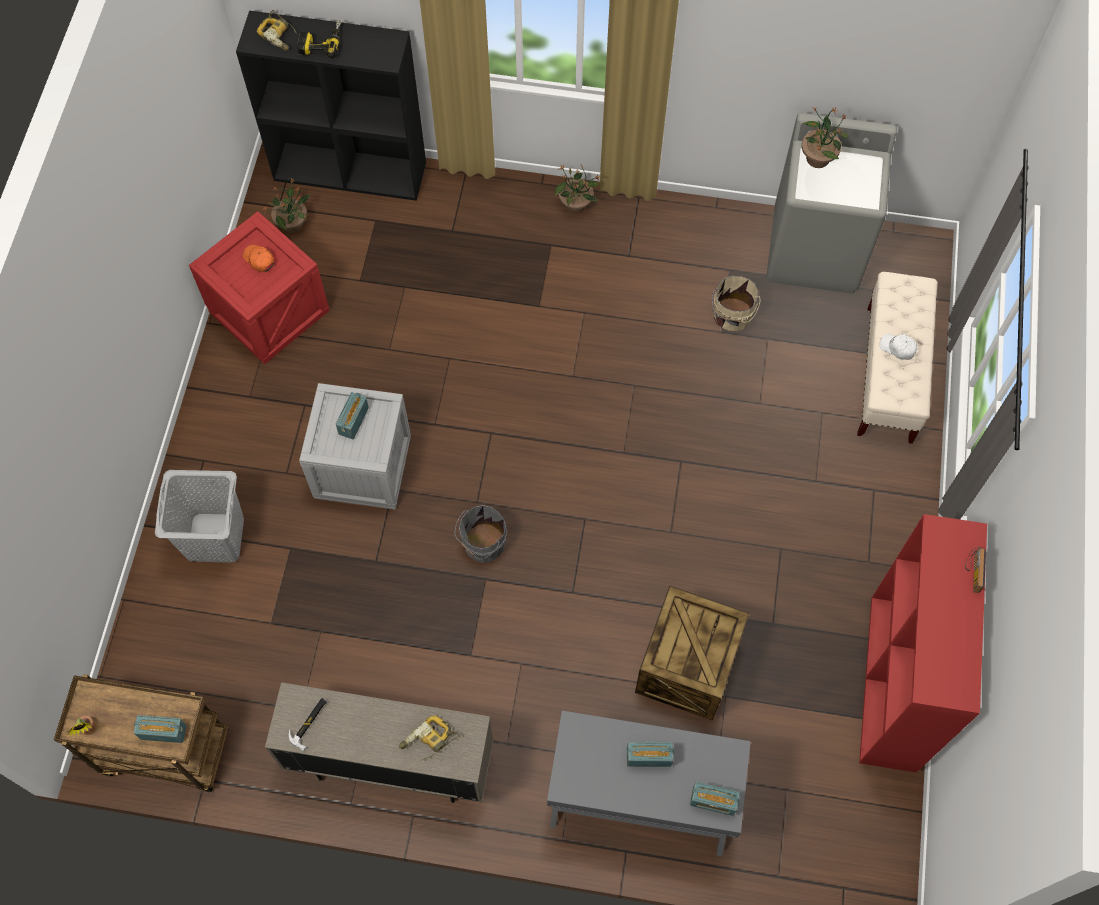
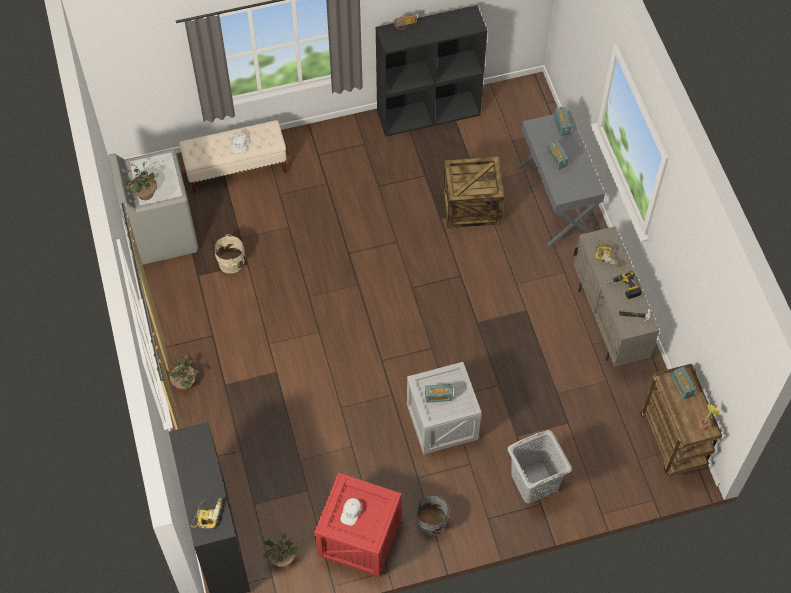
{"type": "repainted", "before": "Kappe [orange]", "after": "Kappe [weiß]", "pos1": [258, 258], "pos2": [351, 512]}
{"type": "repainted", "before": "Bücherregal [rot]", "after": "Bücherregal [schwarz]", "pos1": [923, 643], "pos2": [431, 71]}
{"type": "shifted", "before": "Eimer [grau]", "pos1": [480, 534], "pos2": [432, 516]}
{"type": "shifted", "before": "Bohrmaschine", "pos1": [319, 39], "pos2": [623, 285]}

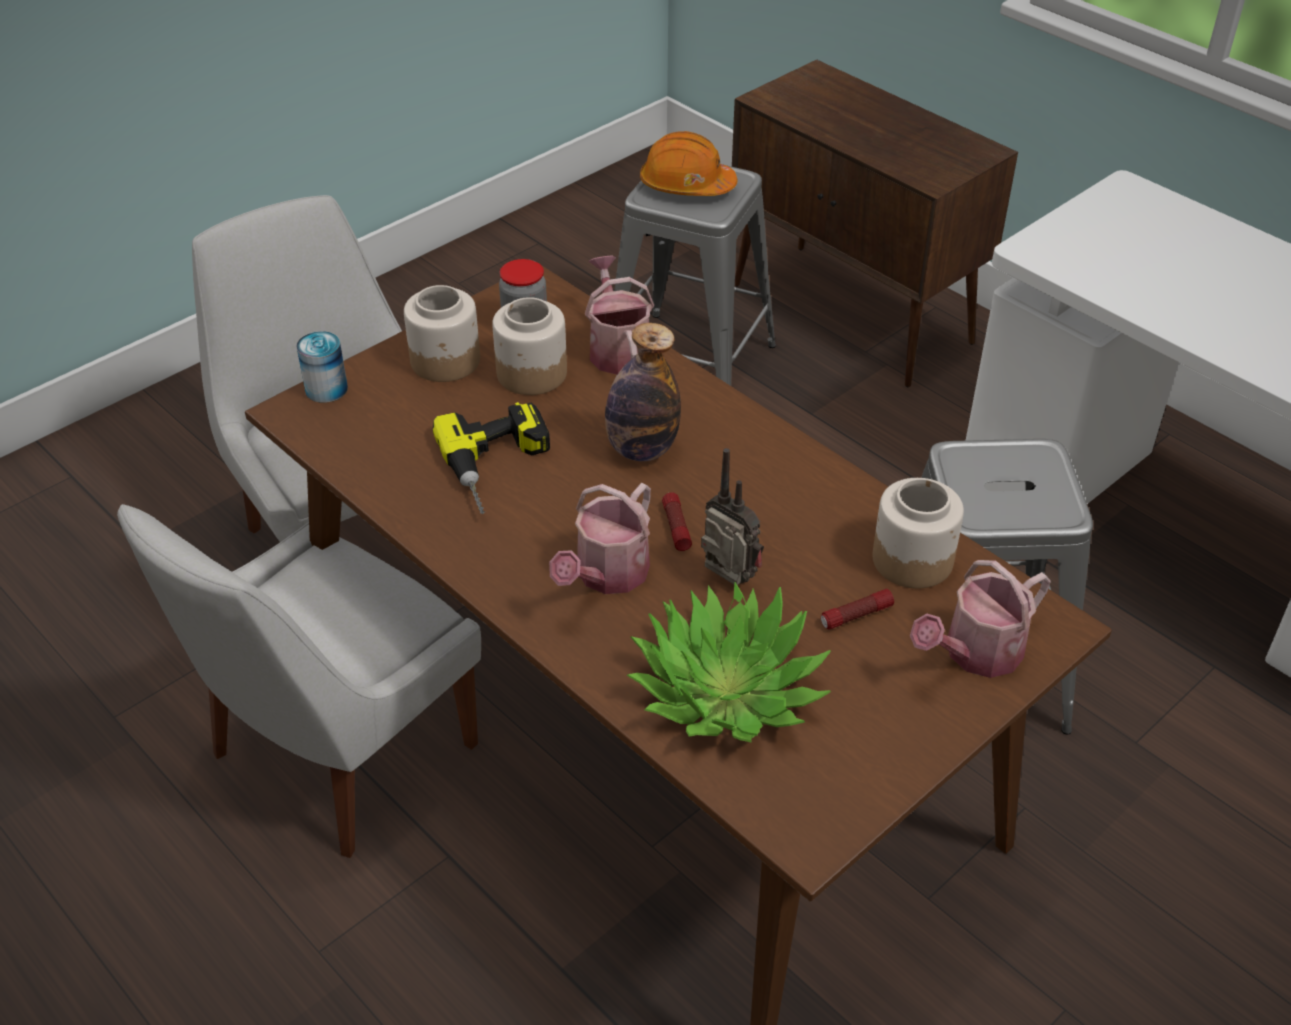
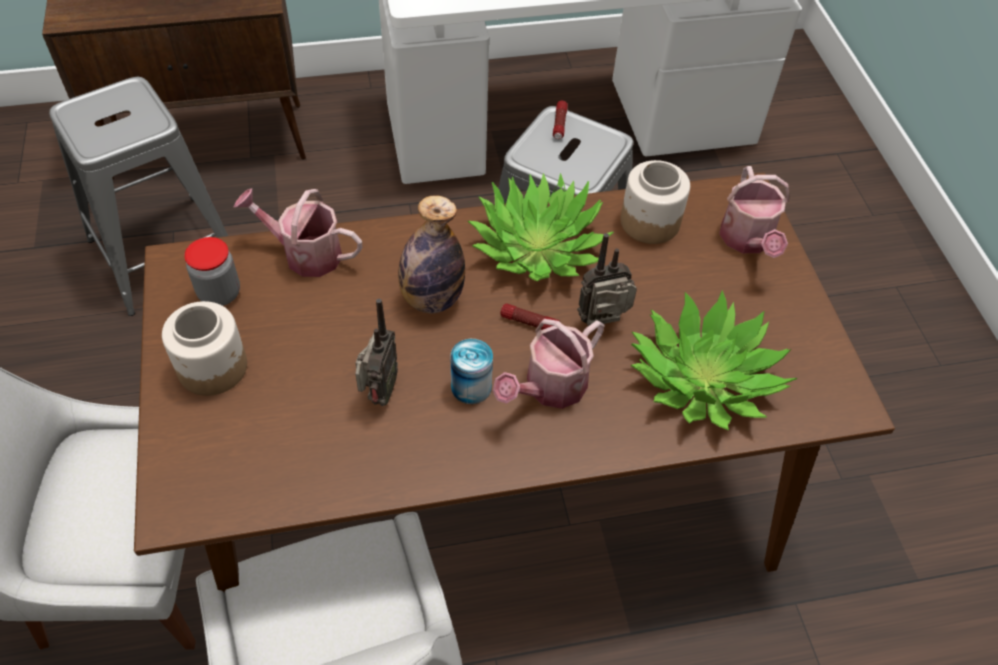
{"type": "swapped", "before": "Bohrmaschine", "after": "Radio", "pos1": [491, 458], "pos2": [376, 352]}
{"type": "shifted", "before": "Dose", "pos1": [322, 367], "pos2": [472, 371]}
{"type": "new", "after": "Topfpflanze", "pos2": [541, 227]}
{"type": "rotated", "before": "Gießkanne", "pos1": [600, 538], "pos2": [549, 364], "turn": 75}
{"type": "shifted", "before": "Taschenlampe", "pos1": [857, 609], "pos2": [560, 120]}
{"type": "gone", "before": "Vorratsglas", "pos1": [529, 346]}
{"type": "gone", "before": "Schutzhelm [orange]", "pos1": [689, 163]}

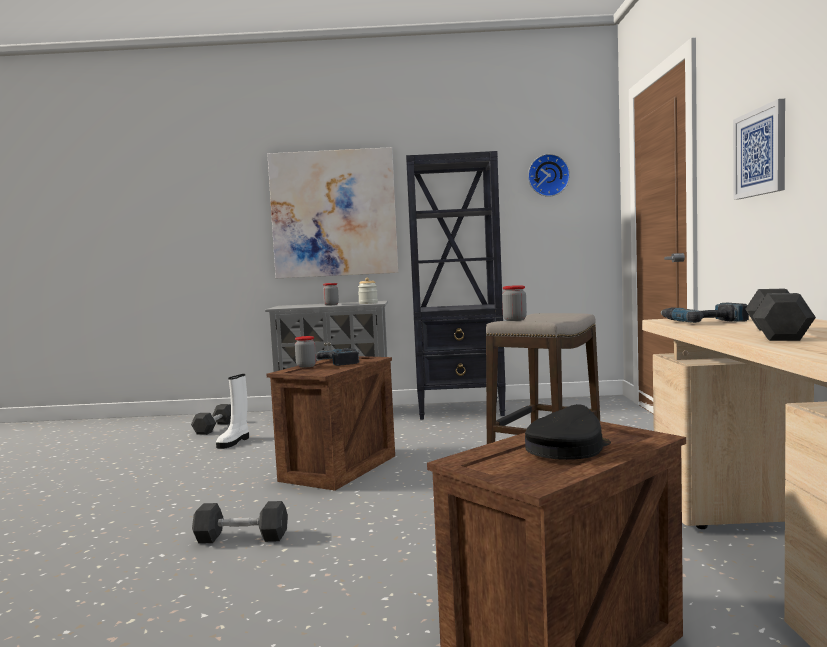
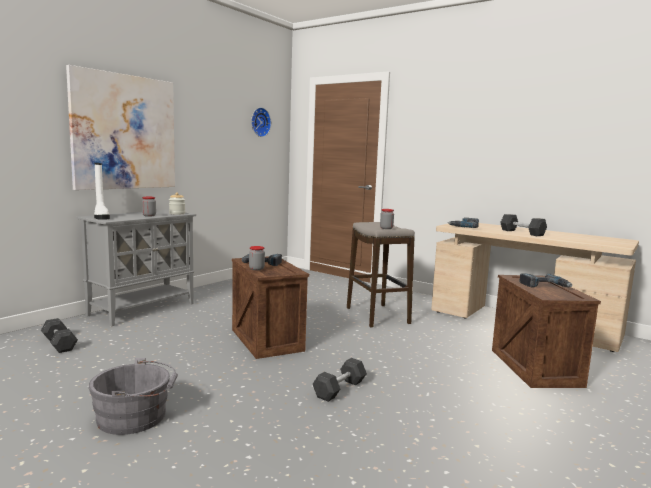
{"type": "new", "after": "Eimer [grau]", "pos2": [133, 396]}
{"type": "shifted", "before": "Stiefel [weiß]", "pos1": [232, 411], "pos2": [102, 191]}
{"type": "swapped", "before": "Kappe [schwarz]", "after": "Bohrmaschine", "pos1": [568, 432], "pos2": [545, 280]}
{"type": "gone", "before": "Bücherregal [schwarz]", "pos1": [456, 285]}
{"type": "gone", "before": "Bild", "pos1": [759, 149]}

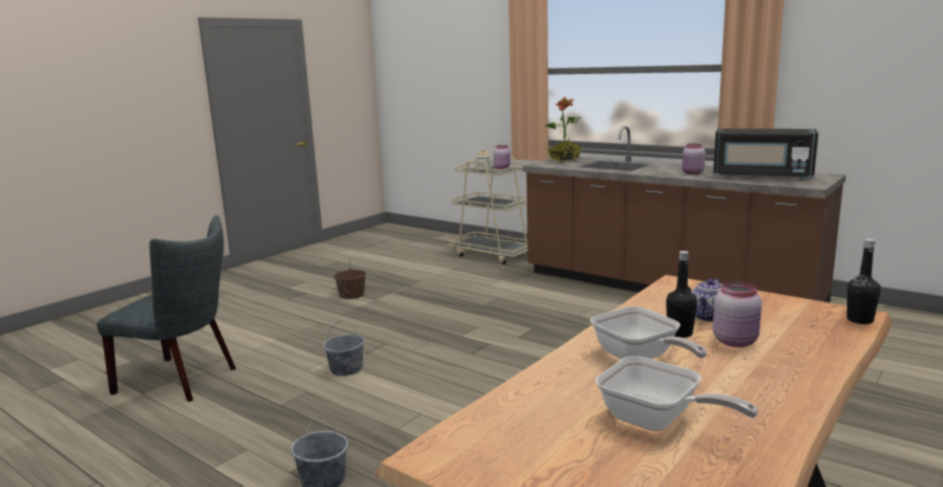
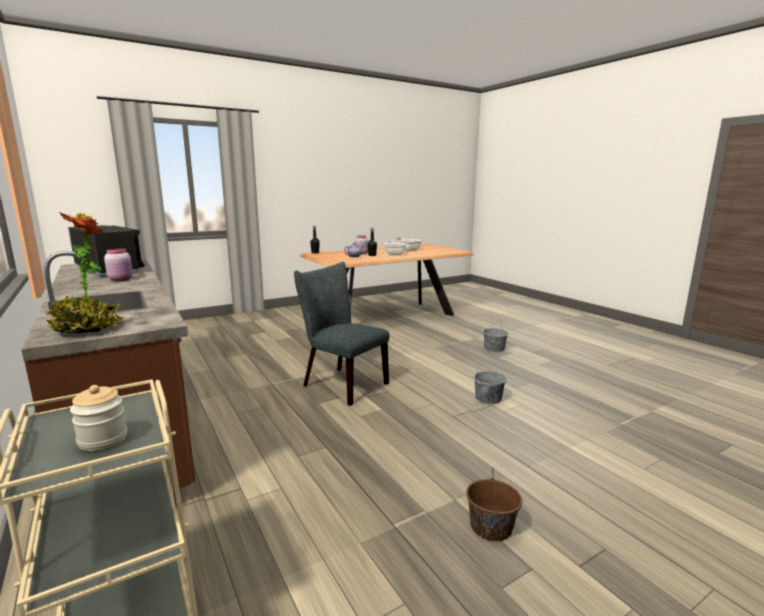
{"type": "shifted", "before": "Stuhl [grau]", "pos1": [166, 308], "pos2": [341, 334]}
{"type": "gone", "before": "Vorratsglas [rosa]", "pos1": [502, 157]}

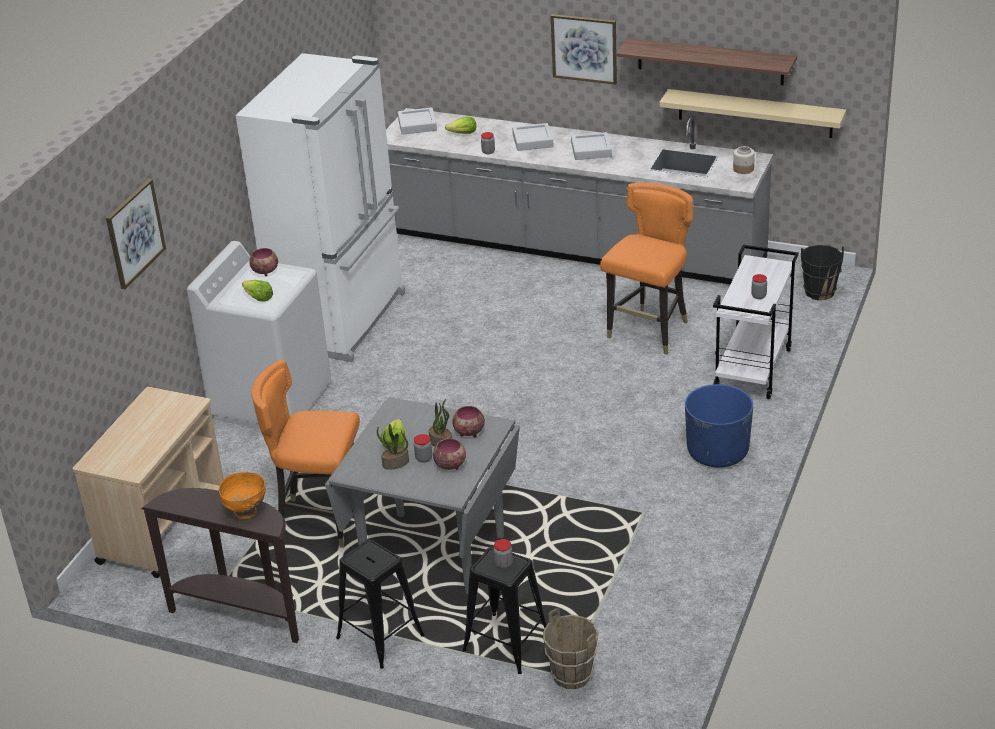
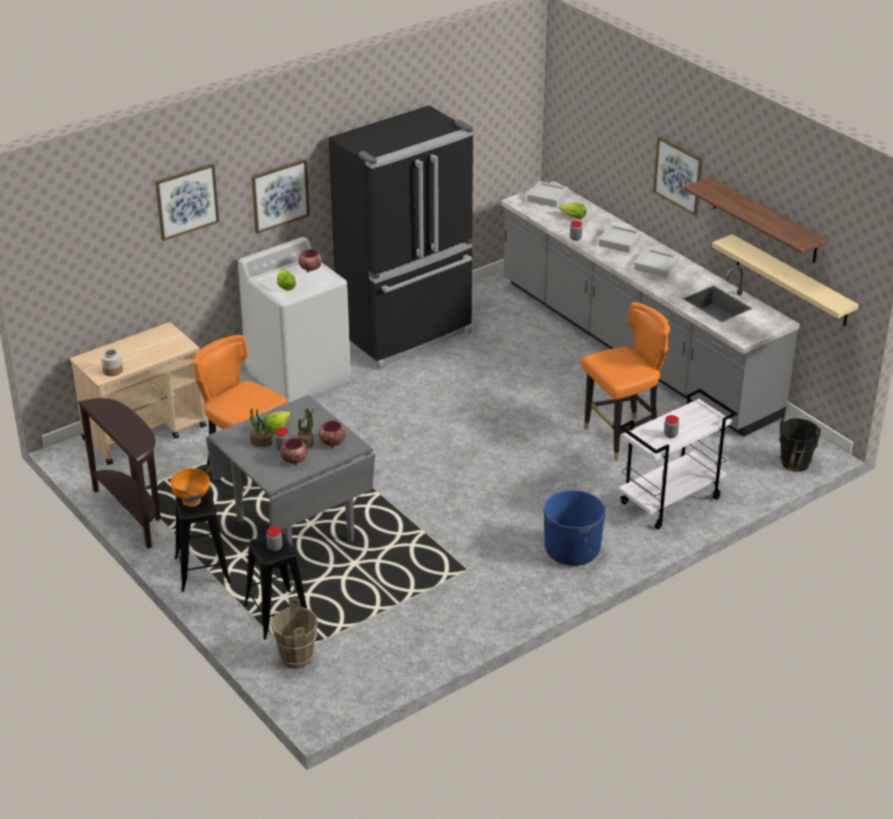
{"type": "shifted", "before": "Vorratsglas", "pos1": [744, 160], "pos2": [112, 362]}
{"type": "shifted", "before": "Schüssel [orange]", "pos1": [242, 495], "pos2": [190, 487]}
{"type": "new", "after": "Bild", "pos2": [280, 196]}
{"type": "repainted", "before": "Kühlschrank [weiß]", "after": "Kühlschrank [schwarz]", "pos1": [320, 207], "pos2": [401, 237]}

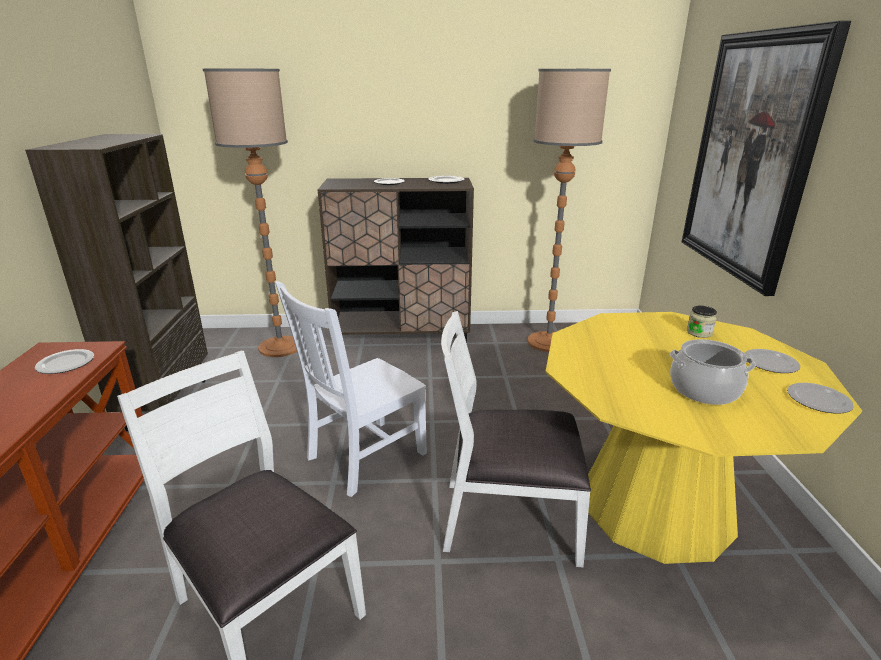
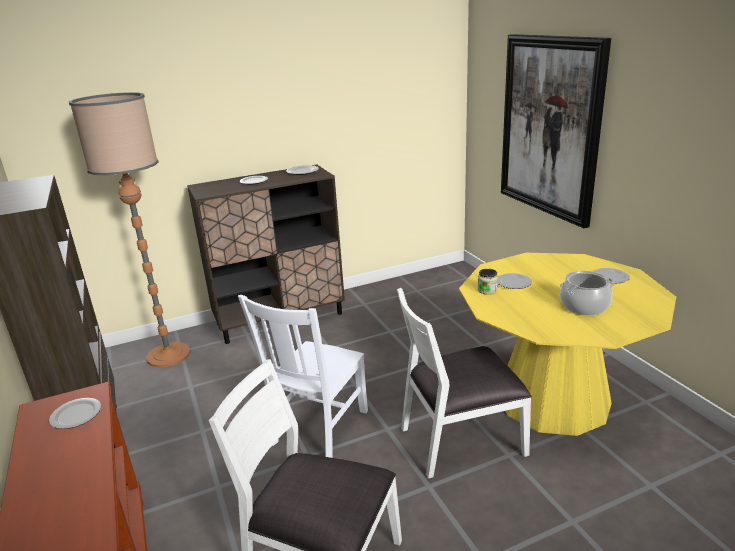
{"type": "shifted", "before": "Vorratsglas", "pos1": [702, 322], "pos2": [488, 282]}
{"type": "shifted", "before": "Teller", "pos1": [820, 398], "pos2": [515, 281]}
{"type": "gone", "before": "Stehlampe", "pos1": [569, 210]}

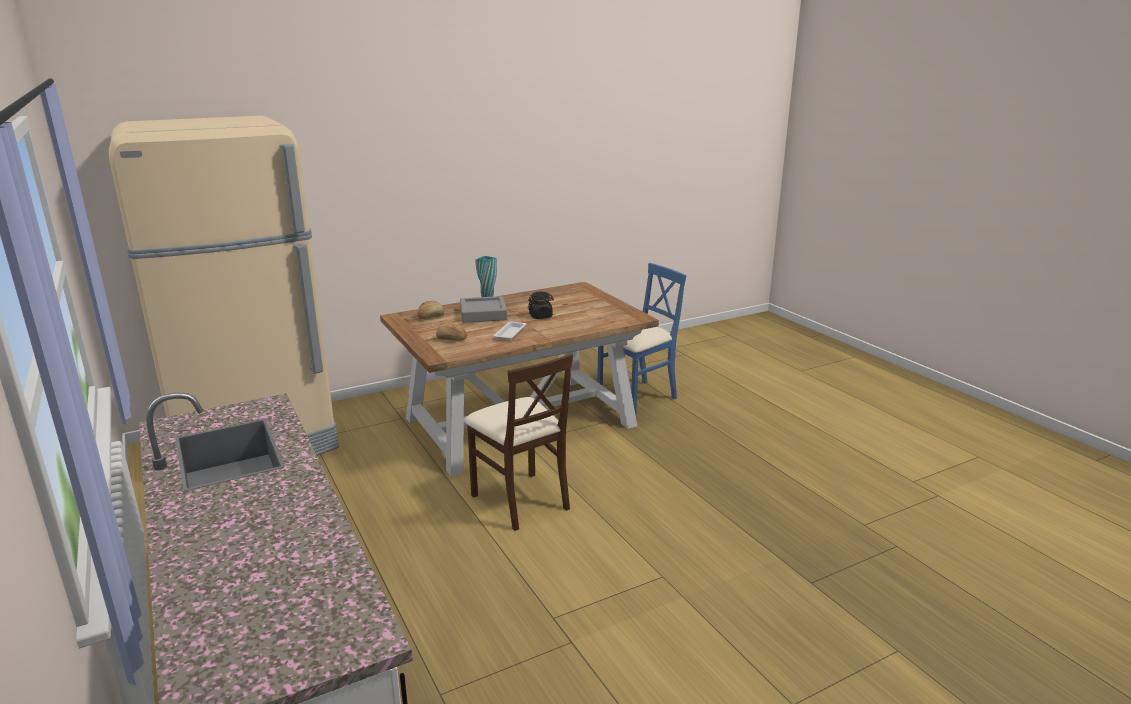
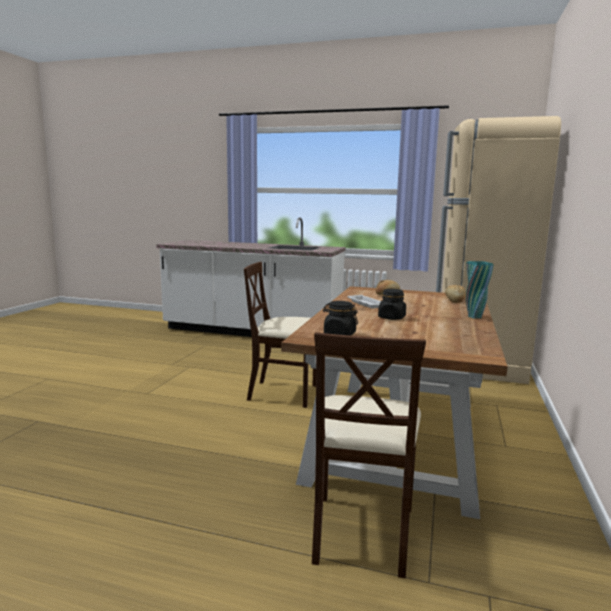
{"type": "repainted", "before": "Stuhl [blau]", "after": "Stuhl [beige]", "pos1": [641, 339], "pos2": [369, 455]}
{"type": "new", "after": "Vorratsglas [schwarz]", "pos2": [340, 318]}
{"type": "gone", "before": "Tablett [grau]", "pos1": [483, 309]}

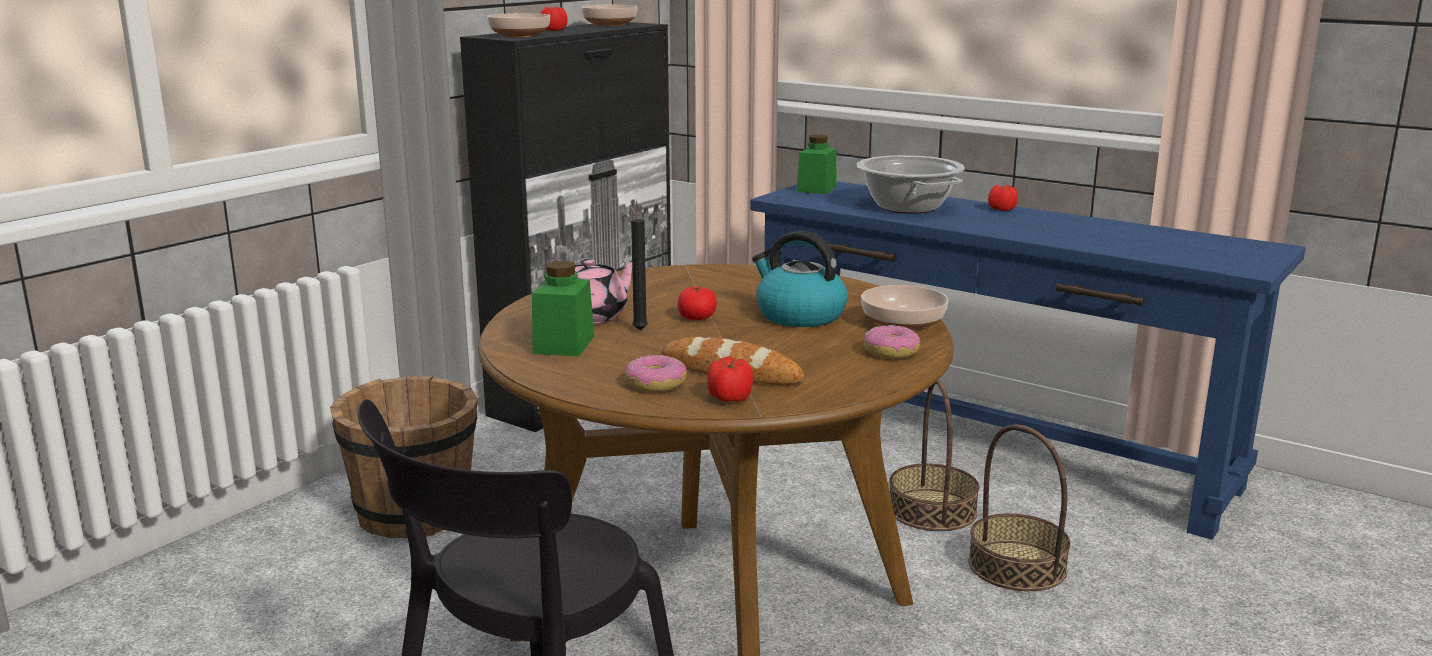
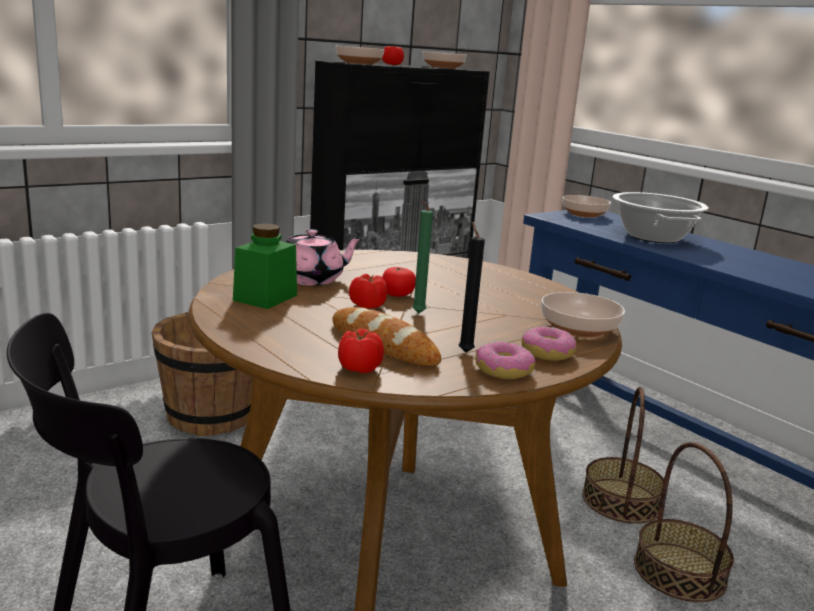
{"type": "shifted", "before": "Tomate", "pos1": [1003, 198], "pos2": [368, 291]}
{"type": "new", "after": "Kerze [grün]", "pos2": [422, 257]}
{"type": "shifted", "before": "Kerze [schwarz]", "pos1": [639, 267], "pos2": [472, 287]}
{"type": "shifted", "before": "Donut", "pos1": [656, 373], "pos2": [505, 360]}
{"type": "swapped", "before": "Vorratsglas [grün]", "after": "Schüssel", "pos1": [817, 164], "pos2": [586, 206]}
{"type": "gone", "before": "Wasserkessel", "pos1": [800, 279]}

